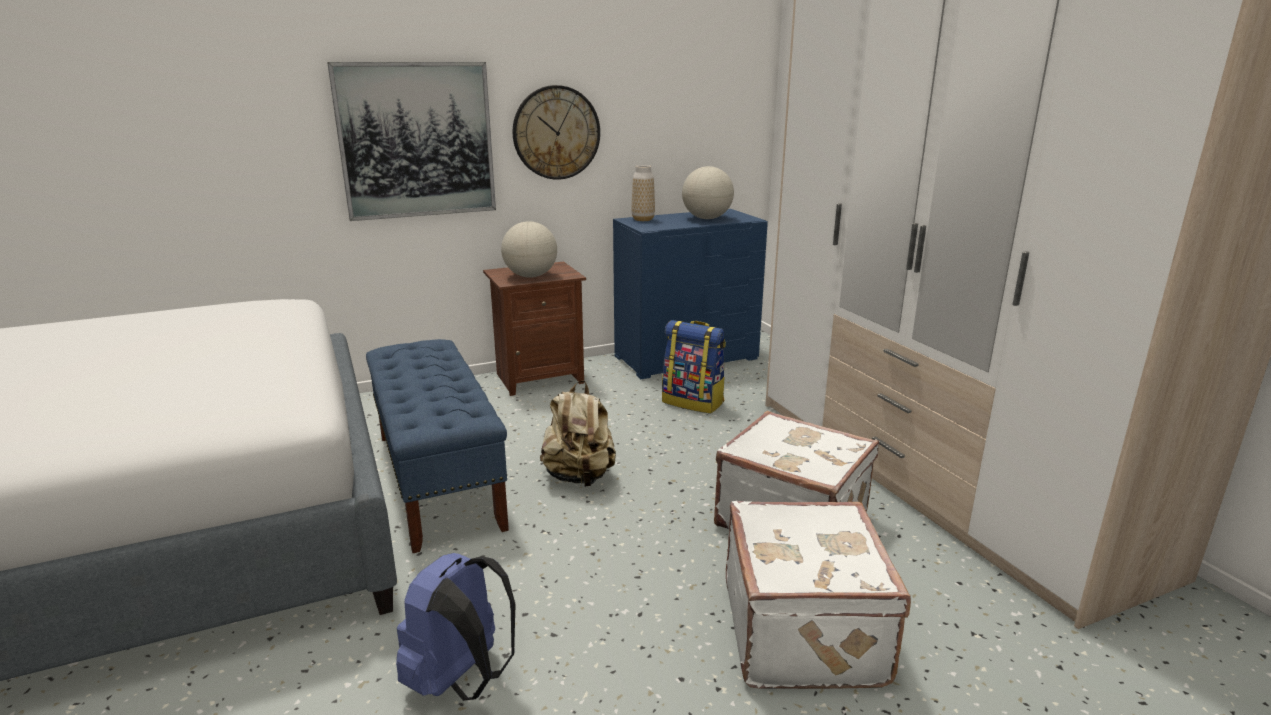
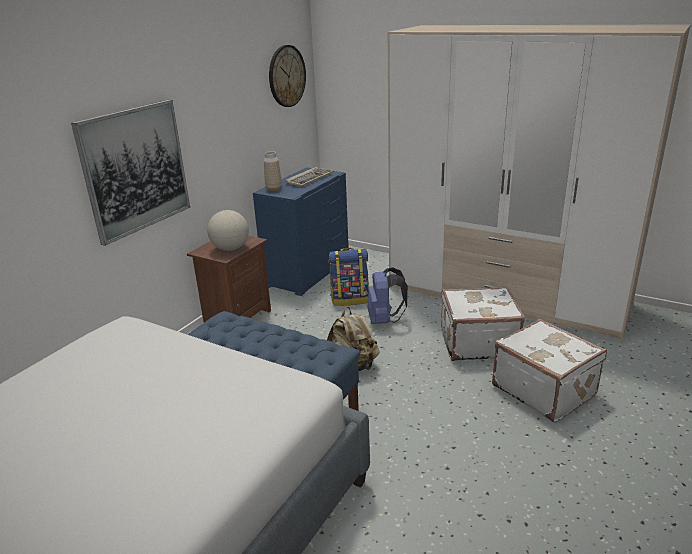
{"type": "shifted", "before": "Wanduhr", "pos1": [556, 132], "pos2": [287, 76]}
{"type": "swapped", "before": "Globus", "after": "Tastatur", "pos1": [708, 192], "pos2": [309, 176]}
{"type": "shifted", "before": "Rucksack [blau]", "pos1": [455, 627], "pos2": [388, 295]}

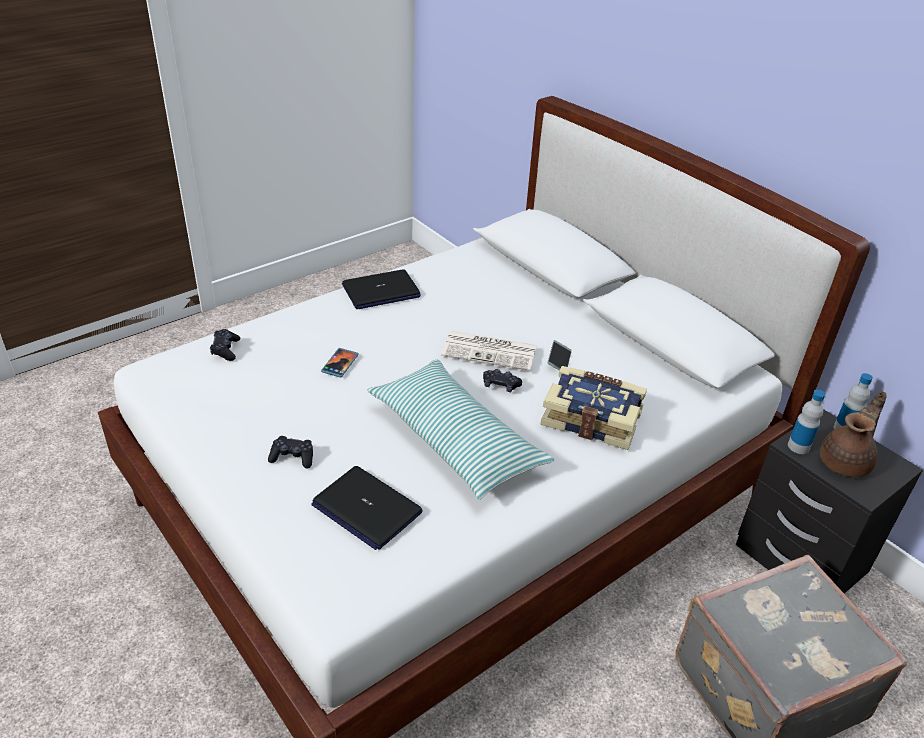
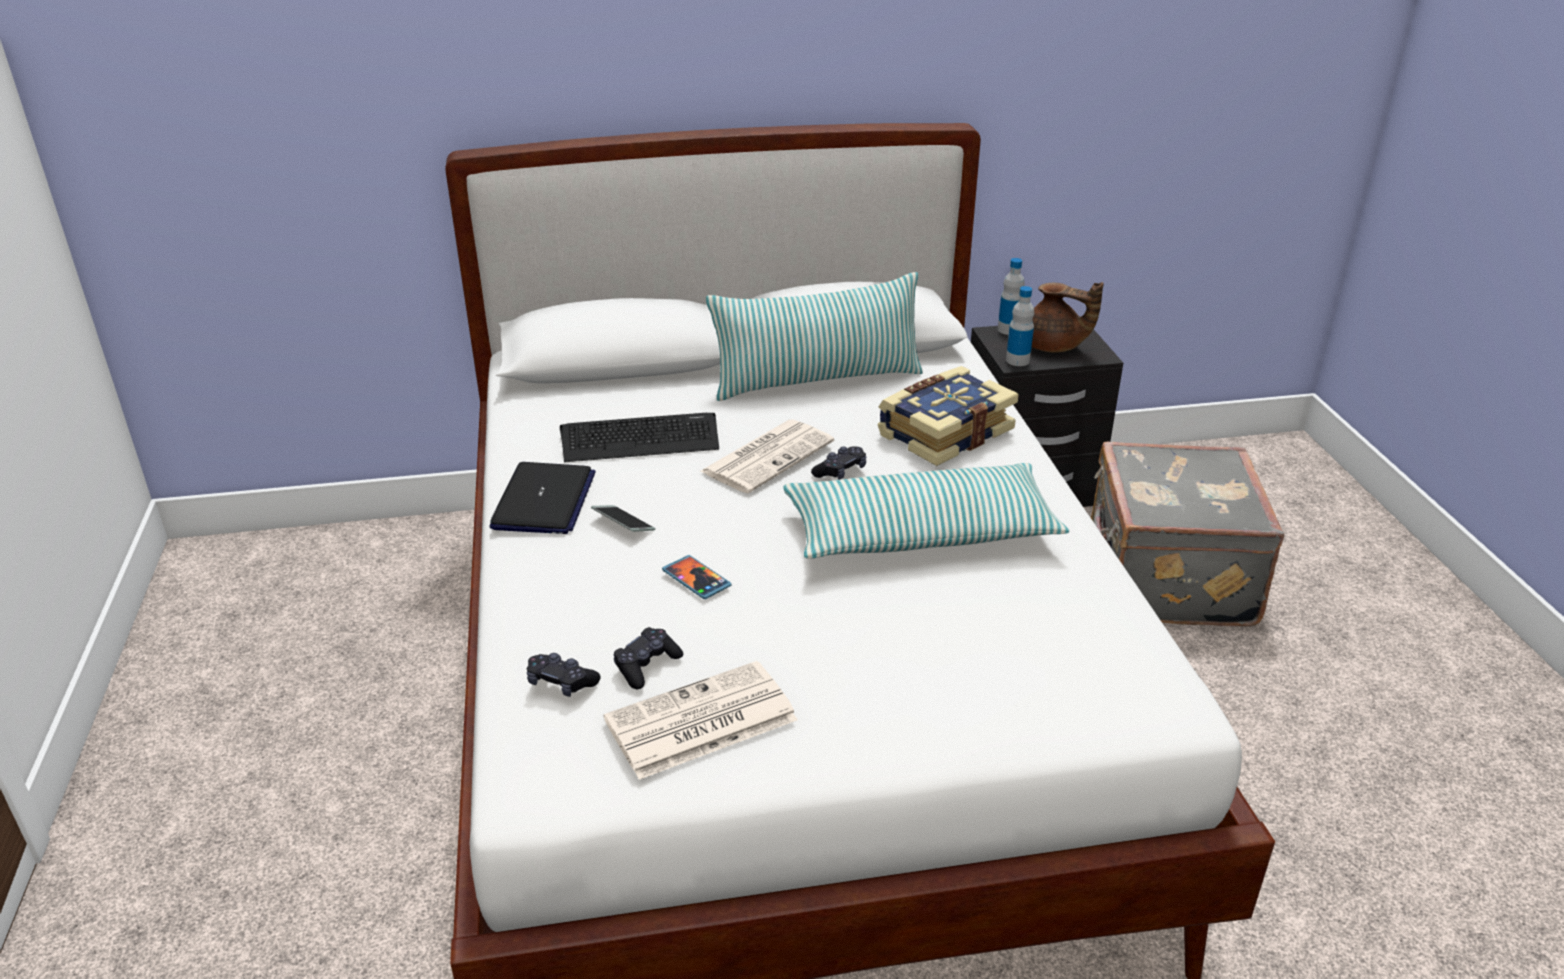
{"type": "new", "after": "Tastatur", "pos2": [639, 437]}
{"type": "shifted", "before": "Handy", "pos1": [560, 355], "pos2": [623, 518]}
{"type": "new", "after": "Zeitung", "pos2": [701, 720]}
{"type": "shifted", "before": "Gamepad [schwarz]", "pos1": [290, 452], "pos2": [648, 658]}
{"type": "new", "after": "Kissen", "pos2": [814, 336]}
{"type": "rotated", "before": "Teekanne [braun]", "pos1": [853, 434], "pos2": [1068, 317], "turn": 135}
{"type": "gone", "before": "Laptop", "pos1": [367, 508]}

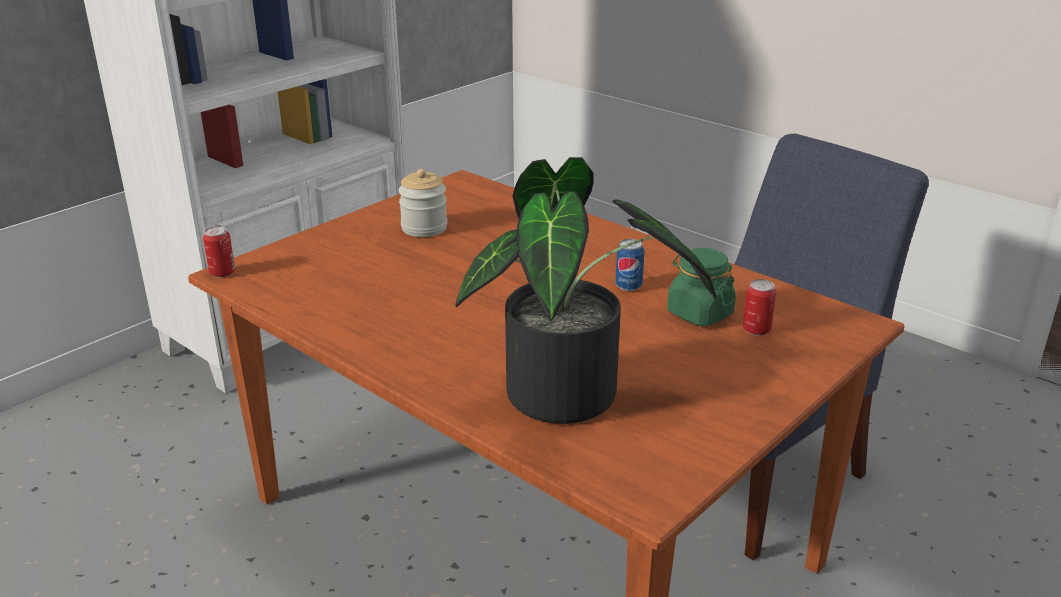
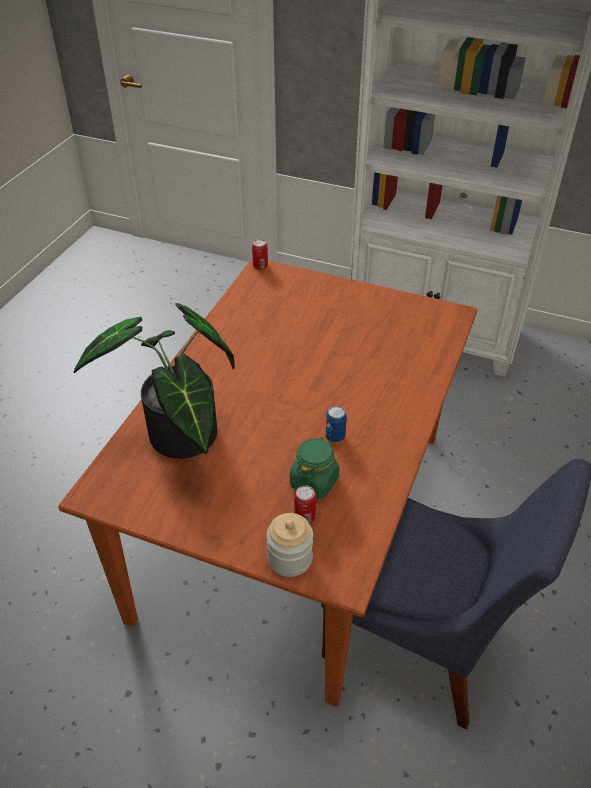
{"type": "shifted", "before": "Vorratsglas", "pos1": [423, 203], "pos2": [289, 545]}

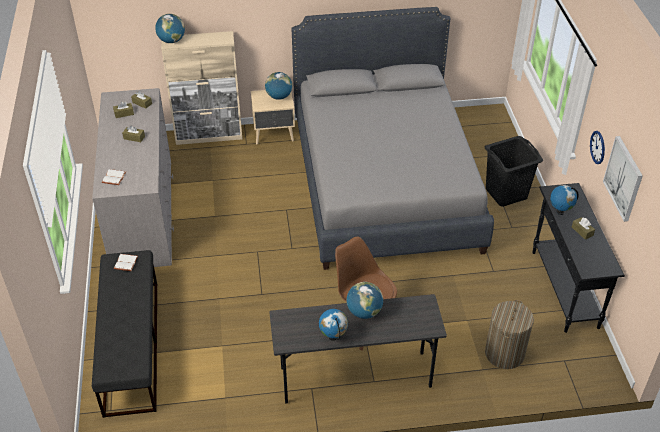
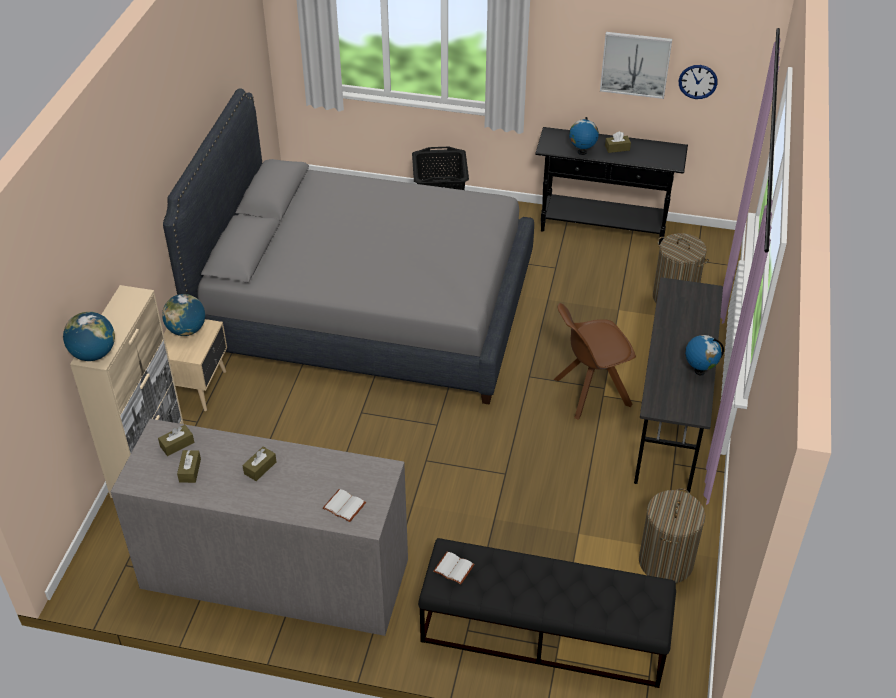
{"type": "new", "after": "Wäschekorb", "pos2": [672, 535]}
{"type": "shifted", "before": "Wanduhr", "pos1": [597, 147], "pos2": [698, 82]}
{"type": "gone", "before": "Globus", "pos1": [365, 300]}

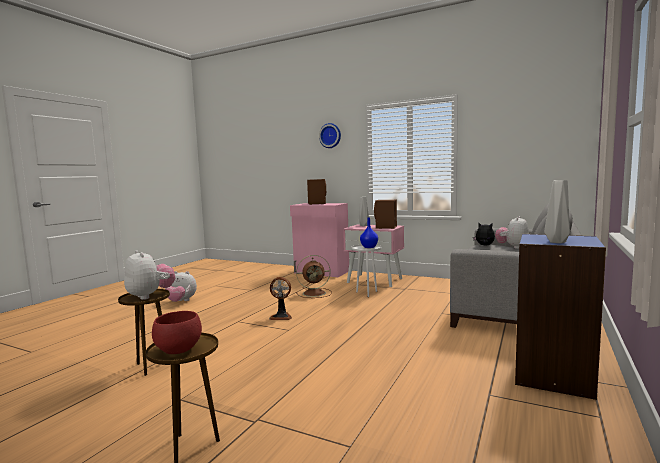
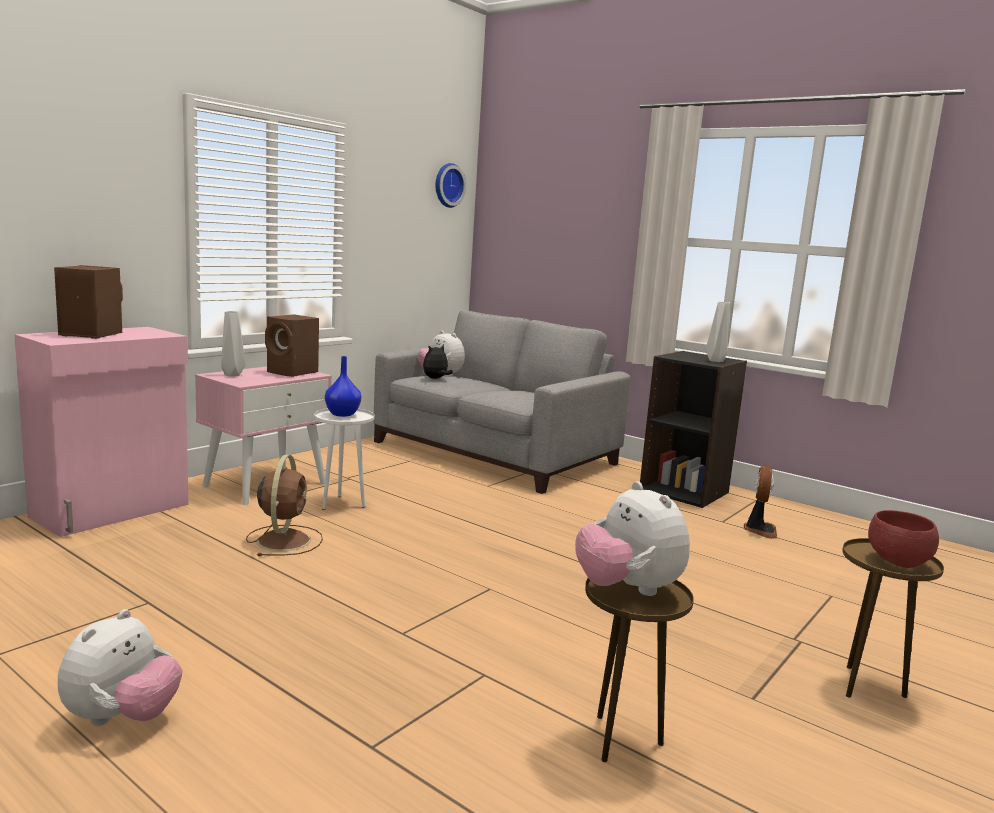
{"type": "shifted", "before": "Wanduhr", "pos1": [330, 135], "pos2": [450, 185]}
{"type": "rotated", "before": "Plüschtier", "pos1": [149, 275], "pos2": [632, 538], "turn": -90}
{"type": "repainted", "before": "Bücherregal [blau]", "after": "Bücherregal [schwarz]", "pos1": [560, 317], "pos2": [693, 429]}
{"type": "shifted", "before": "Ventilator", "pos1": [280, 298], "pos2": [760, 502]}

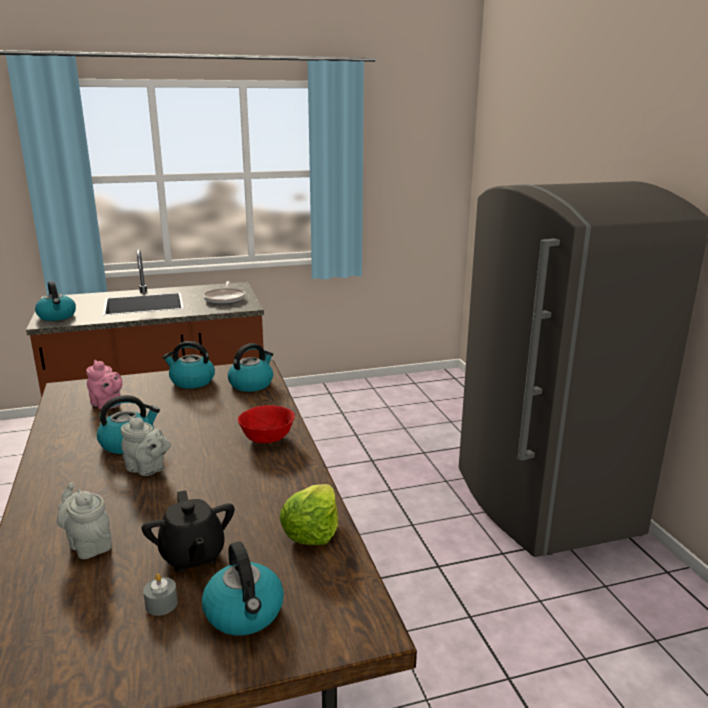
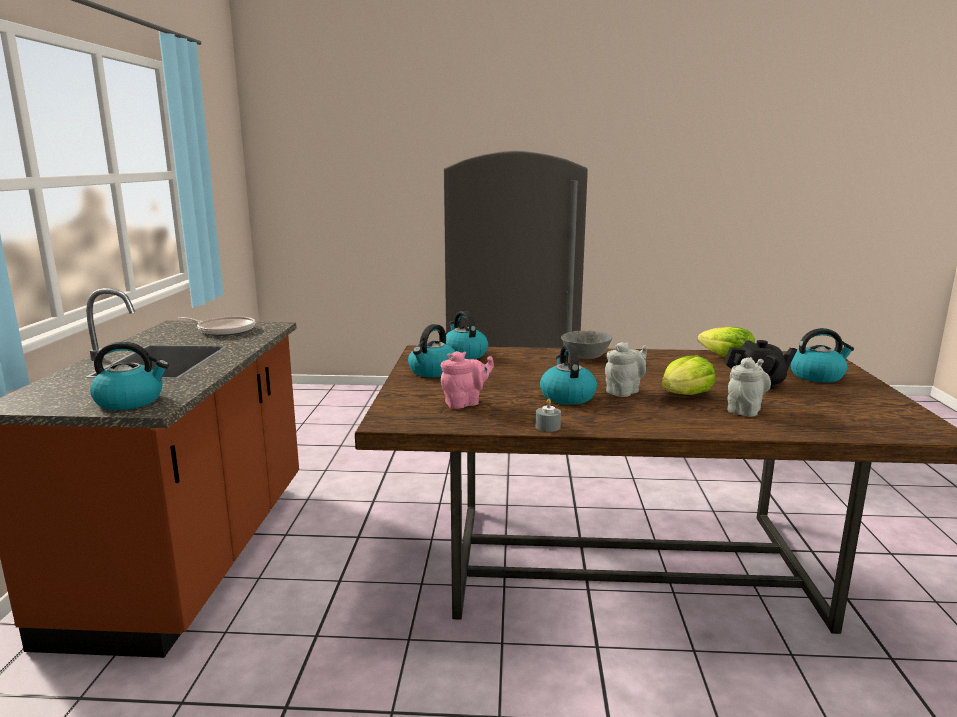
{"type": "shifted", "before": "Kerze [grau]", "pos1": [160, 595], "pos2": [548, 415]}
{"type": "repainted", "before": "Schüssel [rot]", "after": "Schüssel [grau]", "pos1": [266, 424], "pos2": [586, 344]}
{"type": "new", "after": "Salatkopf", "pos2": [688, 375]}
{"type": "rotated", "before": "Teekanne [grau]", "pos1": [84, 520], "pos2": [749, 387], "turn": 150}

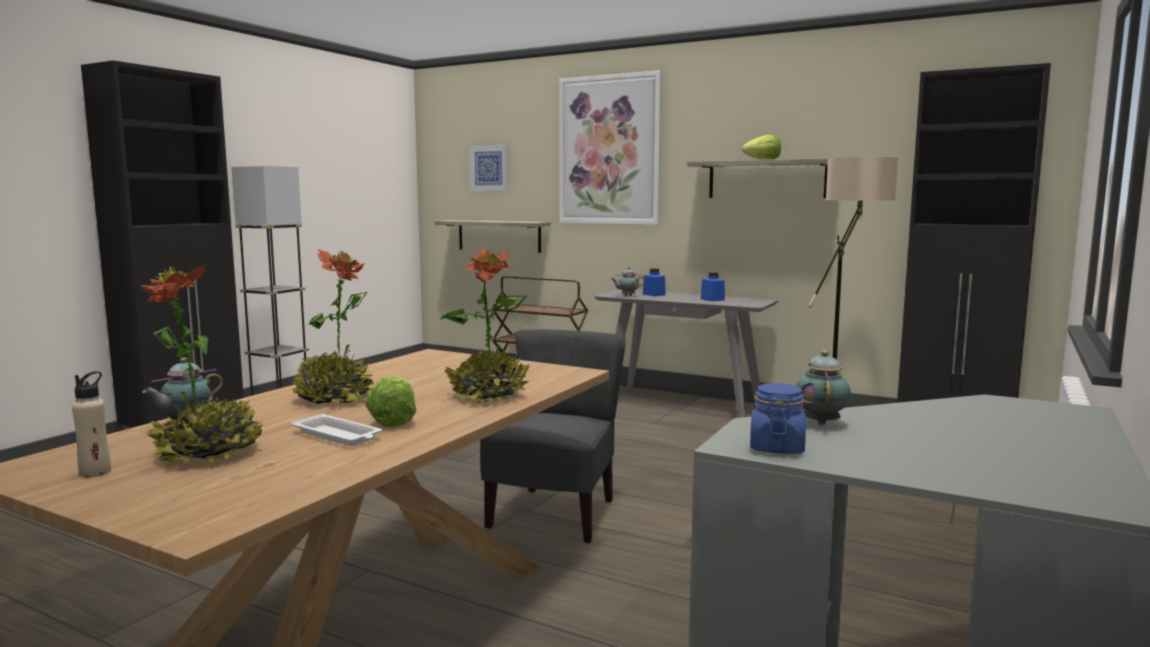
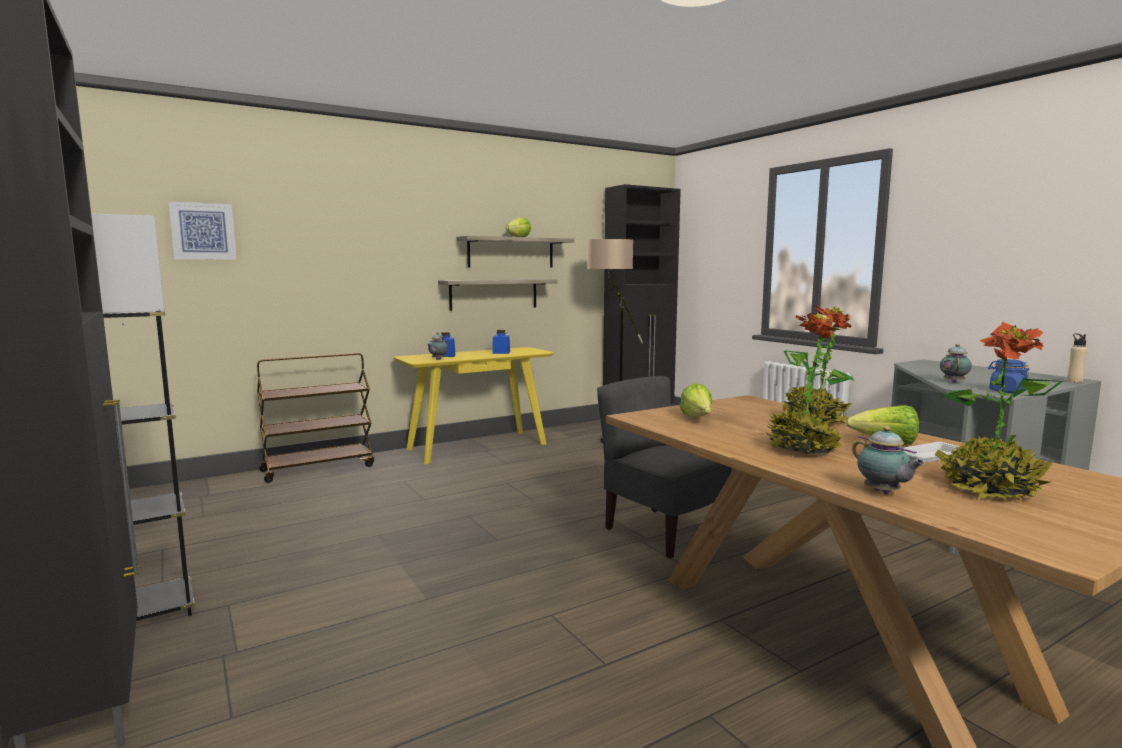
{"type": "repainted", "before": "Konsolentisch [grau]", "after": "Konsolentisch [gelb]", "pos1": [686, 353], "pos2": [474, 405]}
{"type": "shifted", "before": "Wandregal", "pos1": [493, 236], "pos2": [497, 295]}
{"type": "new", "after": "Salatkopf", "pos2": [696, 400]}
{"type": "rotated", "before": "Teekanne", "pos1": [823, 387], "pos2": [956, 363], "turn": 75}
{"type": "shifted", "before": "Flasche [beige]", "pos1": [91, 424], "pos2": [1077, 358]}
{"type": "gone", "before": "Bild", "pos1": [610, 147]}

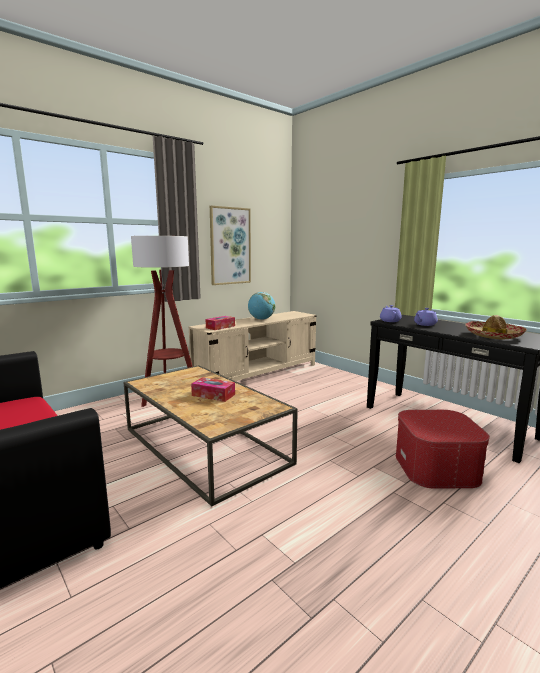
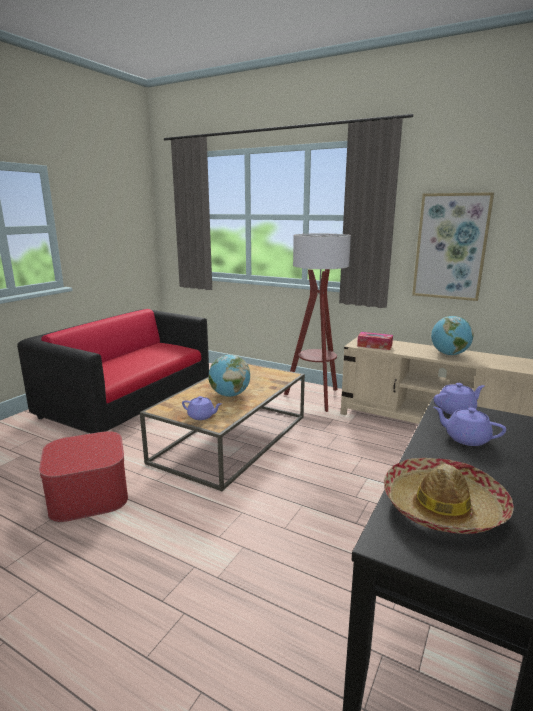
{"type": "shifted", "before": "Polsterhocker", "pos1": [443, 449], "pos2": [83, 476]}
{"type": "new", "after": "Teekanne [lila]", "pos2": [202, 408]}
{"type": "swapped", "before": "Taschentuchbox", "after": "Globus", "pos1": [213, 389], "pos2": [229, 376]}

